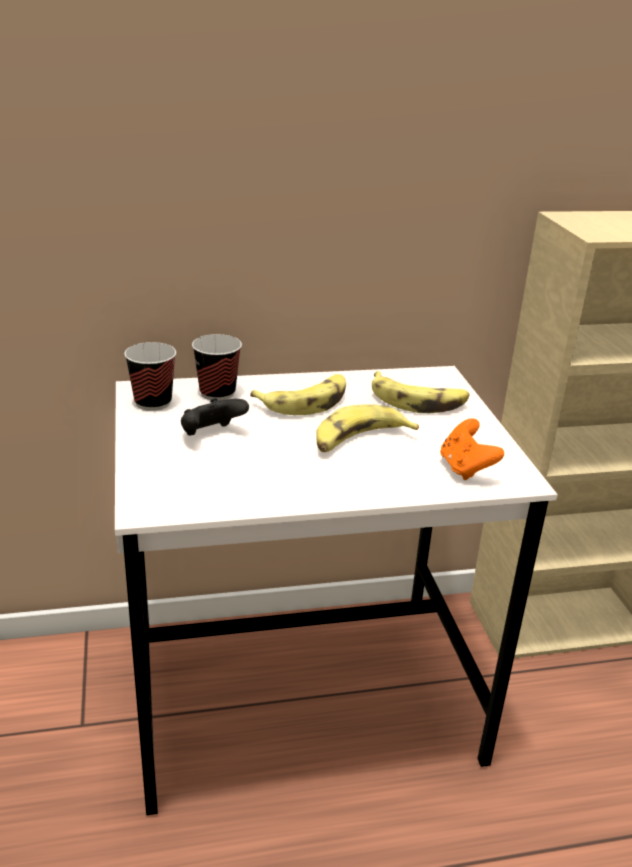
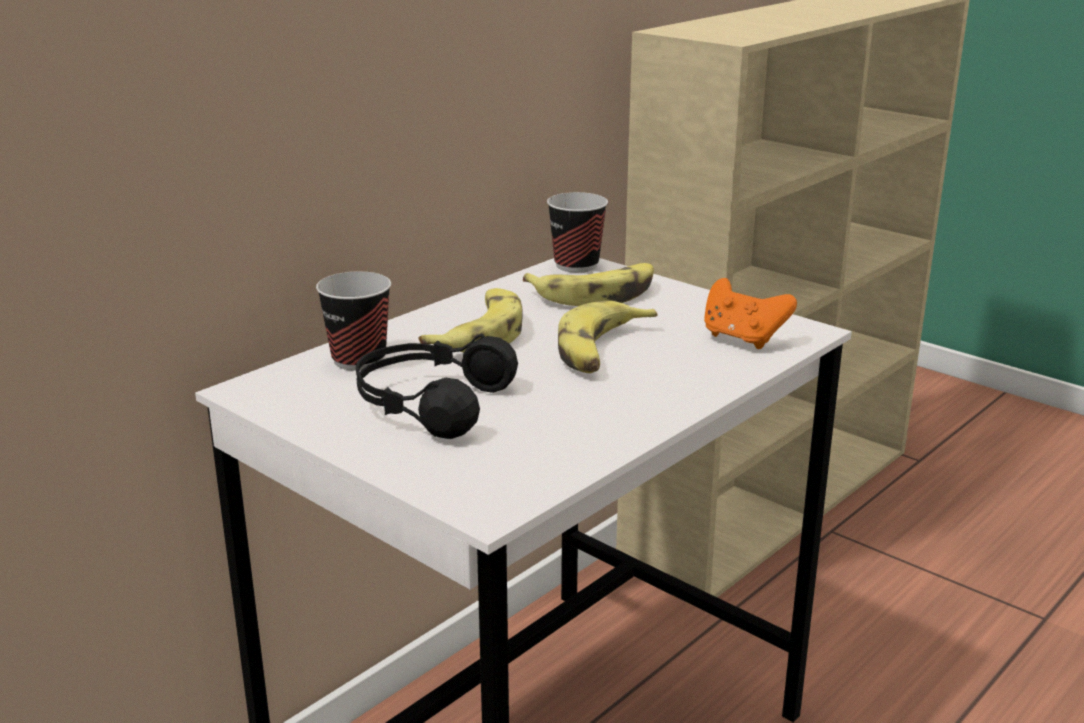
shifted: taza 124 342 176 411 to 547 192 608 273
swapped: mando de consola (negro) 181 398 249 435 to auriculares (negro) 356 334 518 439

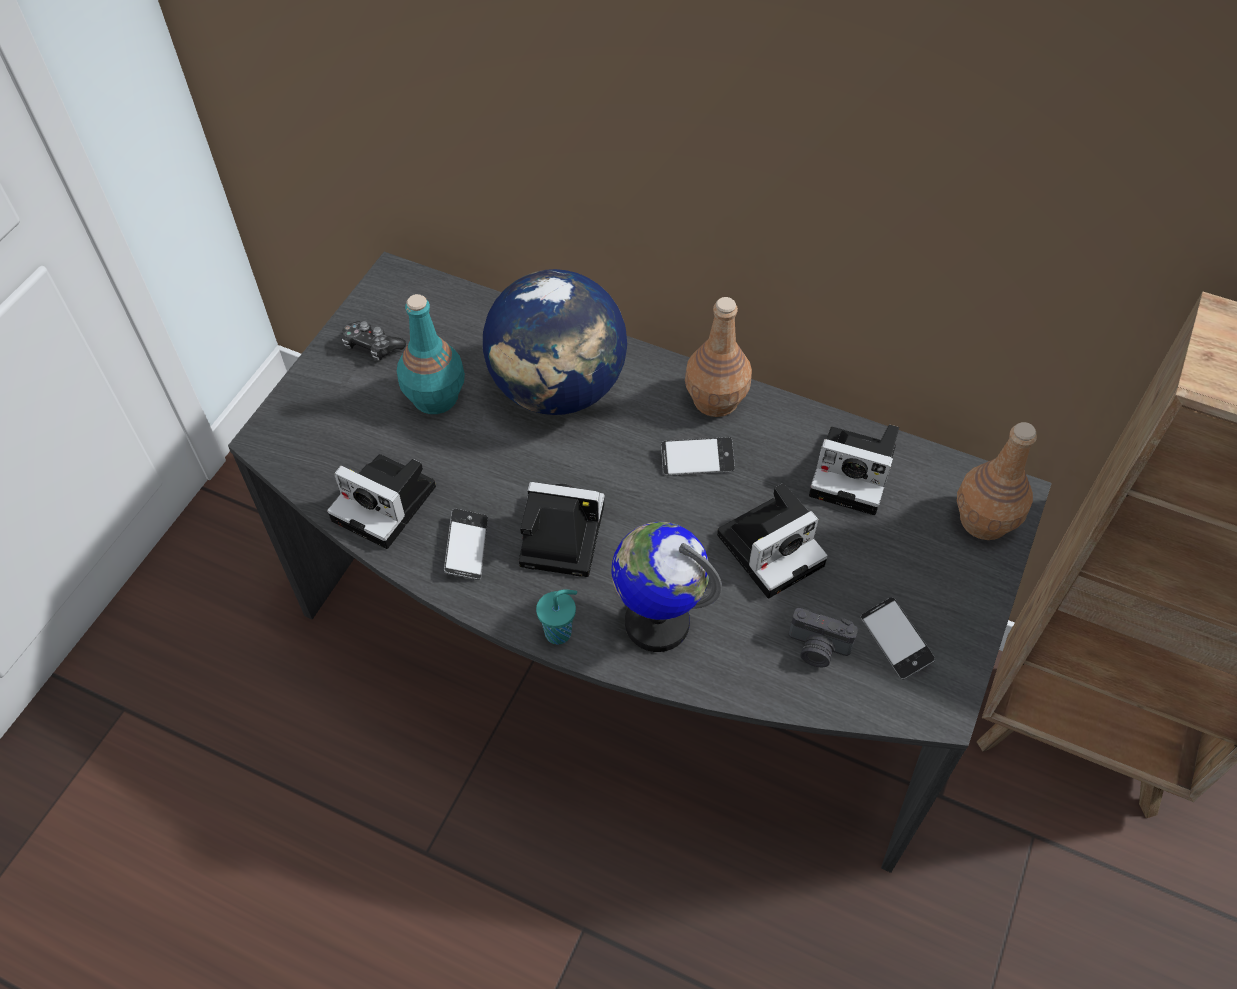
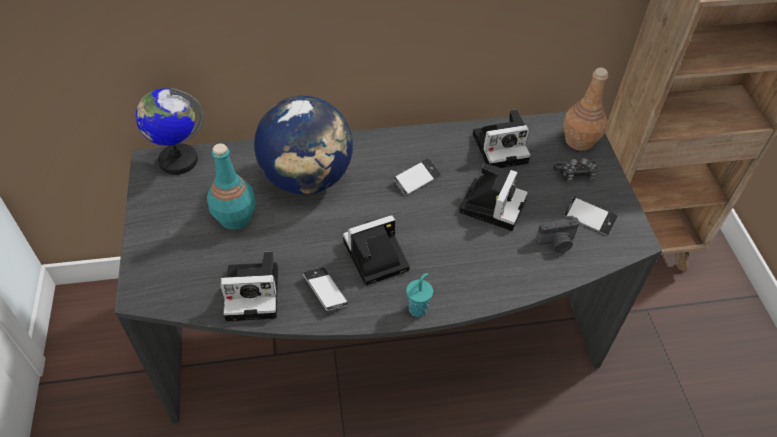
gone: botella (marrón) 685 297 752 417
shifted: globo terráqueo 611 522 722 652 to 136 88 204 175; mando de consola 342 321 406 361 to 554 158 598 181

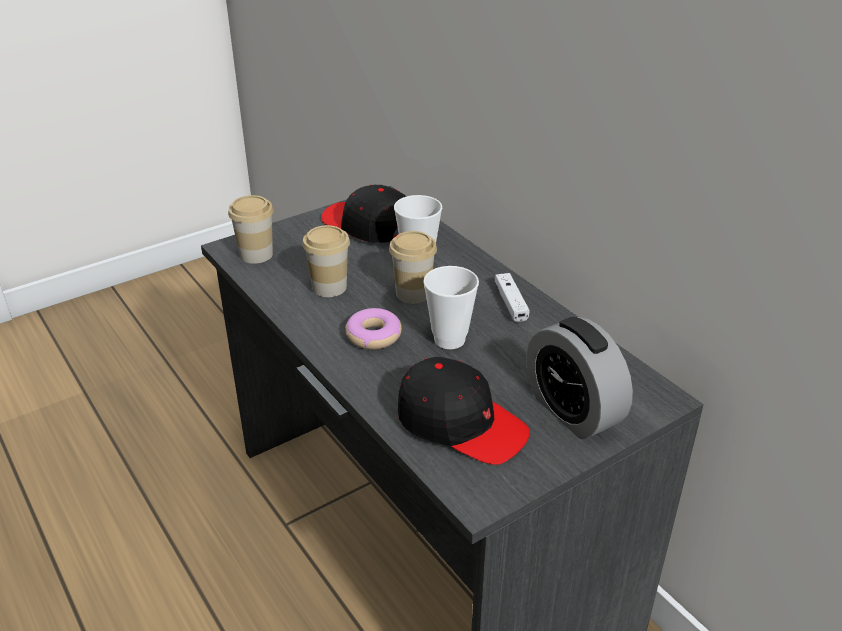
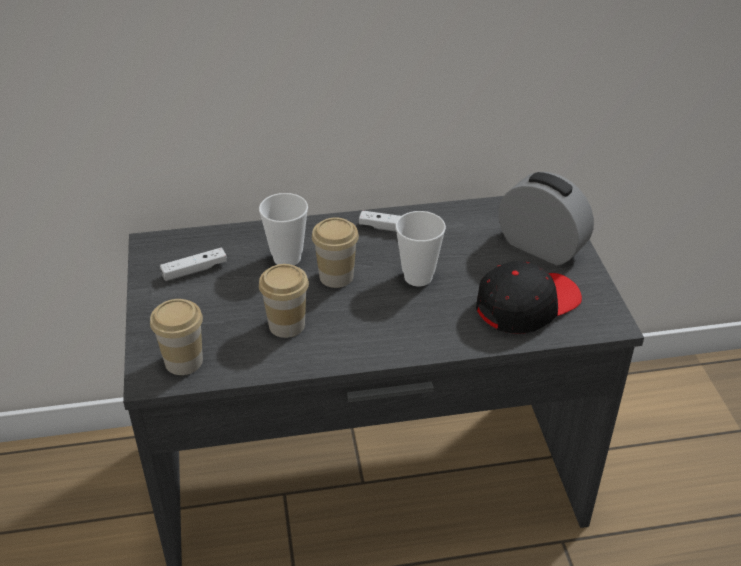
gone: rosquilla 345 308 402 349
swapped: gorra (negro) 321 185 406 243 to mando de consola (blanco) 160 248 227 281
rotated: despertador 526 317 633 439 = 499 172 594 265 135 degrees counterclockwise

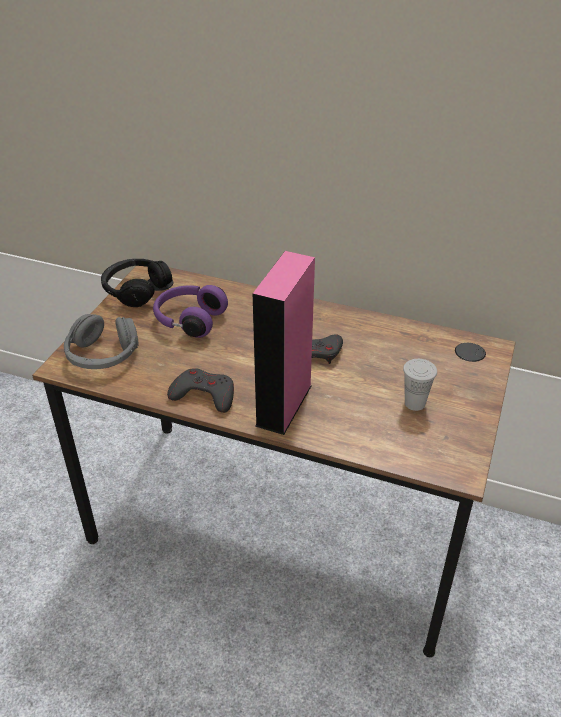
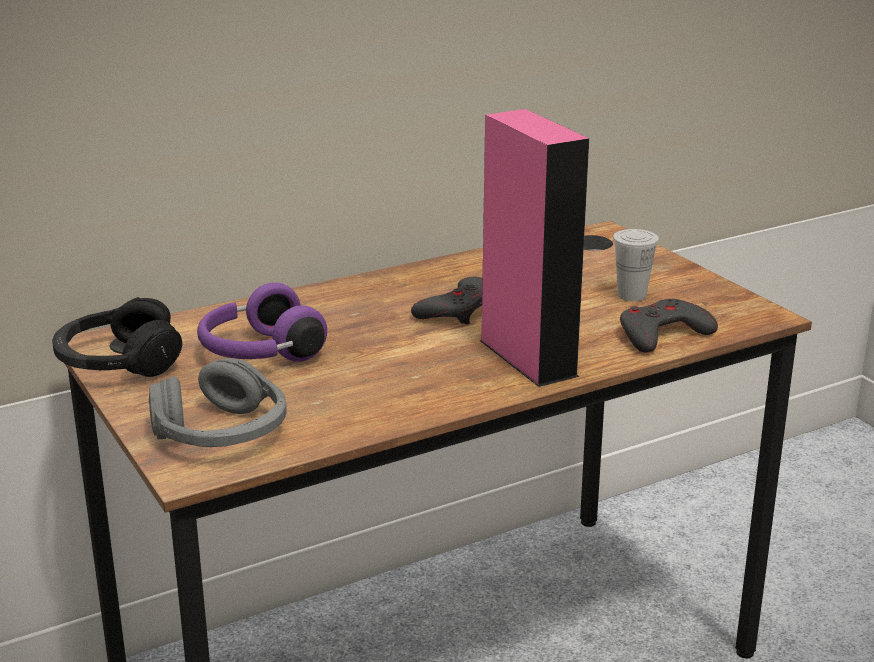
shifted: mando de consola (gris) 167 368 234 413 to 620 299 718 353

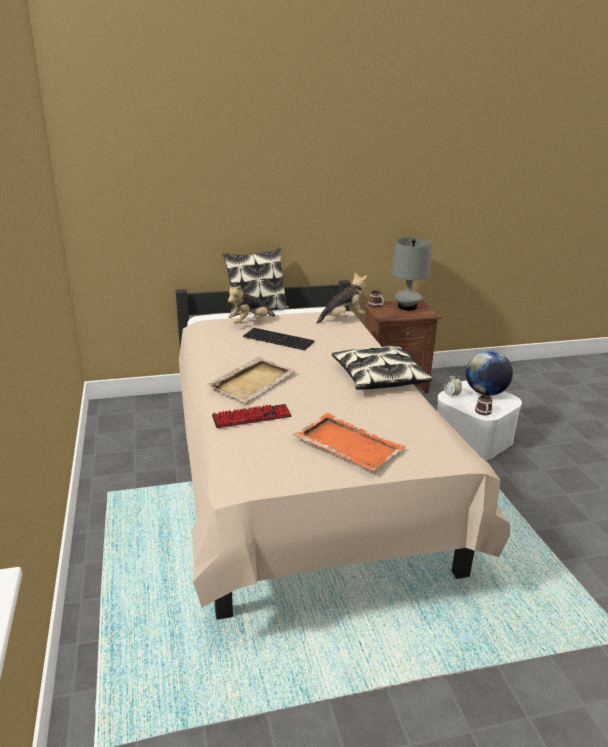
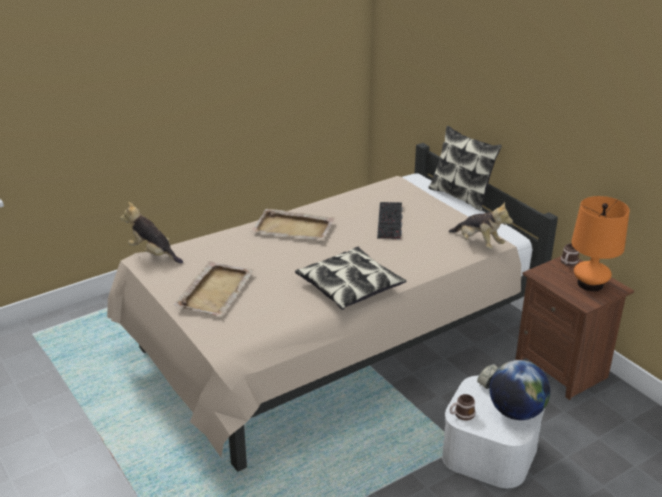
gone: teclado 212 404 291 428
shifted: peluche 227 285 275 324 to 120 202 183 264
repainted: bandeja (naranja) 293 413 406 471 to bandeja (beis) 174 261 254 317; lámpara de mesa (gris) 391 238 432 311 to lámpara de mesa (naranja) 571 196 630 291

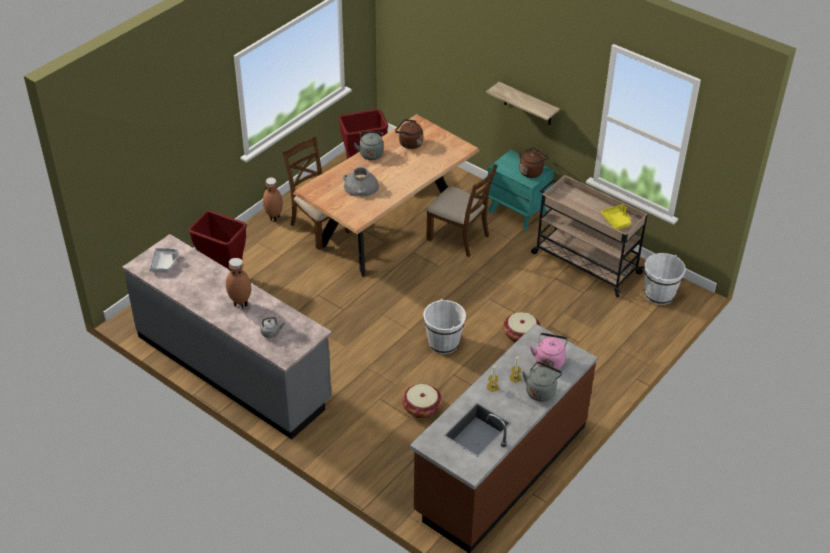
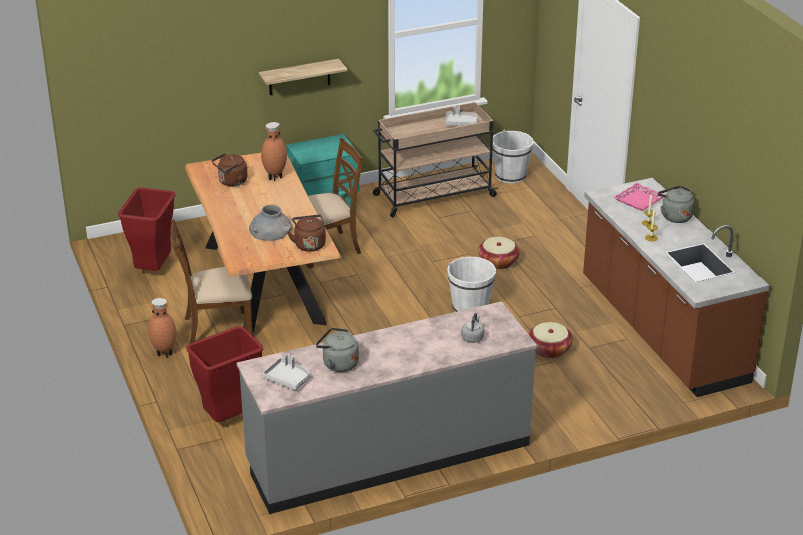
shifted: florero (marrón) 226 258 251 309 to 261 122 287 181; hervidor (marrón) 519 147 549 178 to 288 215 326 252; hervidor (gris) 354 131 384 160 to 316 328 359 372
swapped: hervidor (rosa) 530 333 568 371 to bandeja (rosa) 614 183 665 211
repainted: bandeja (amarillo) 601 204 631 230 to bandeja (gris) 445 106 477 126

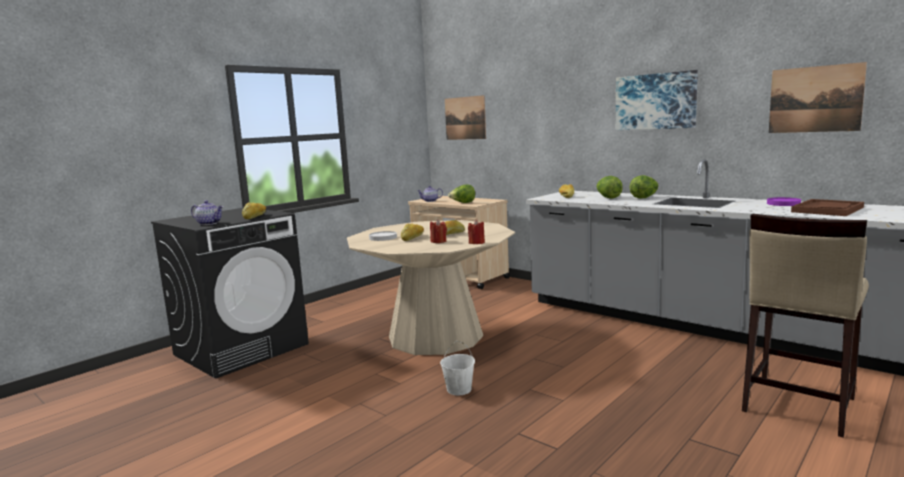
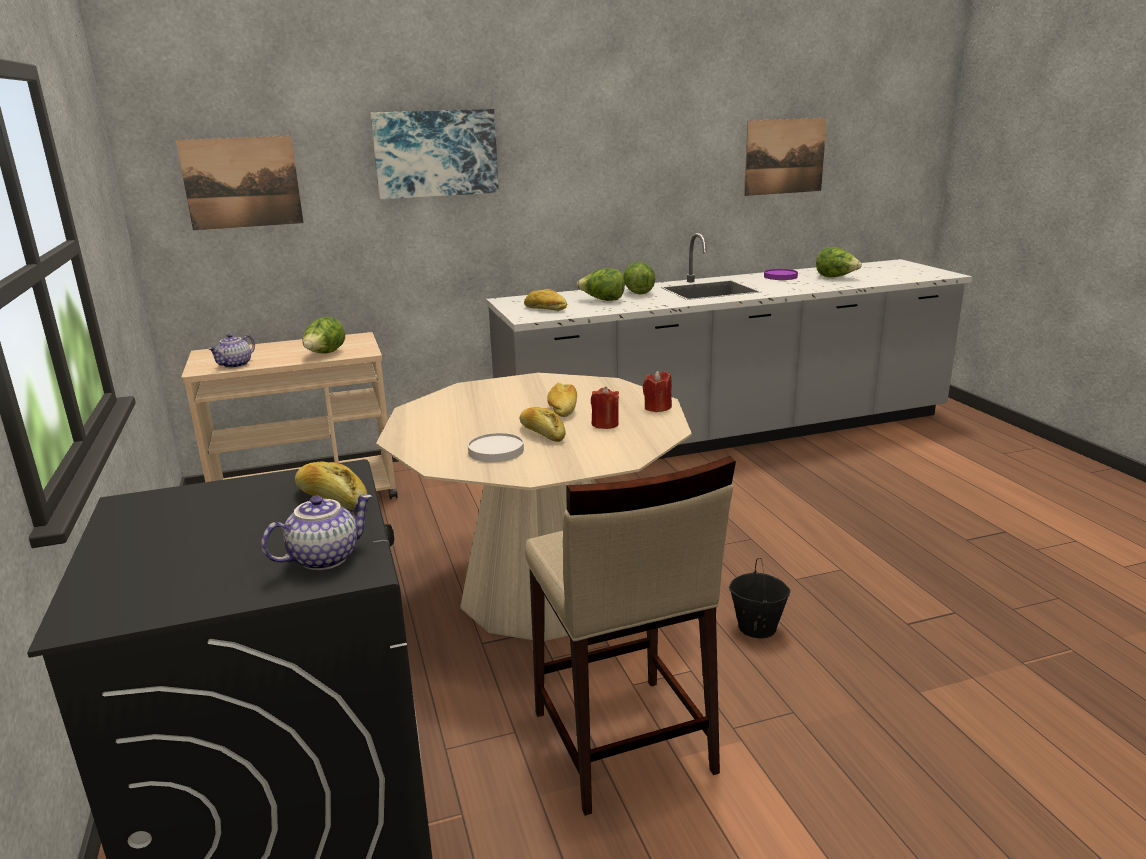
shifted: cuadro 616 70 698 130 to 370 109 499 199; taburete (beis) 742 213 869 438 to 525 456 736 816
swapped: bandeja (marrón) 791 199 864 216 to lechuga 816 247 862 278
repainted: cubo (blanco) 440 341 475 396 to cubo (negro) 729 558 790 638

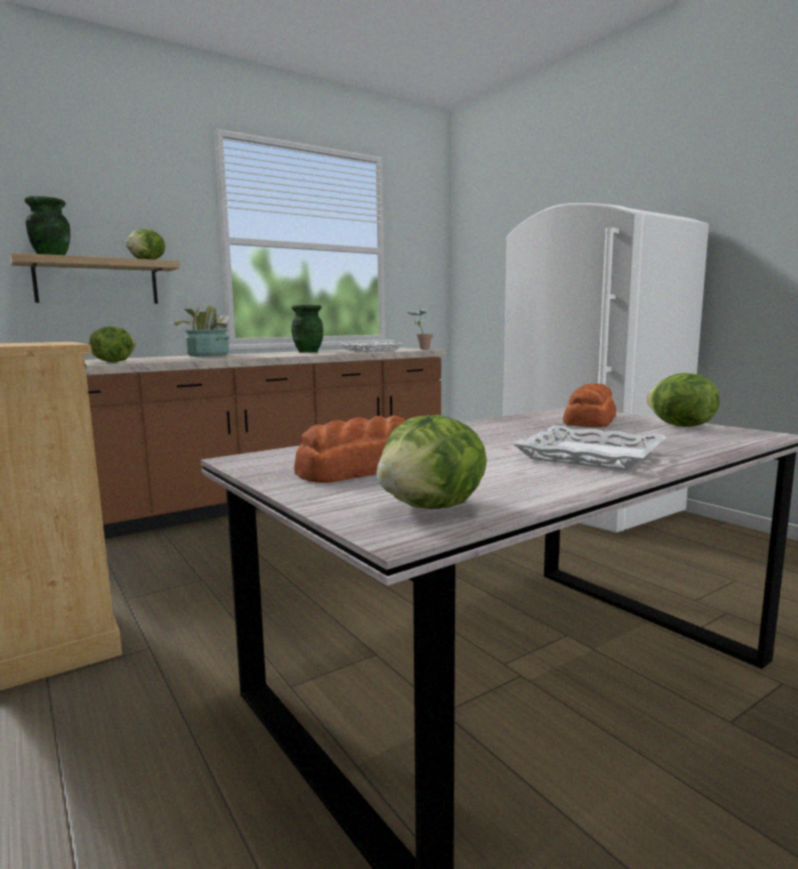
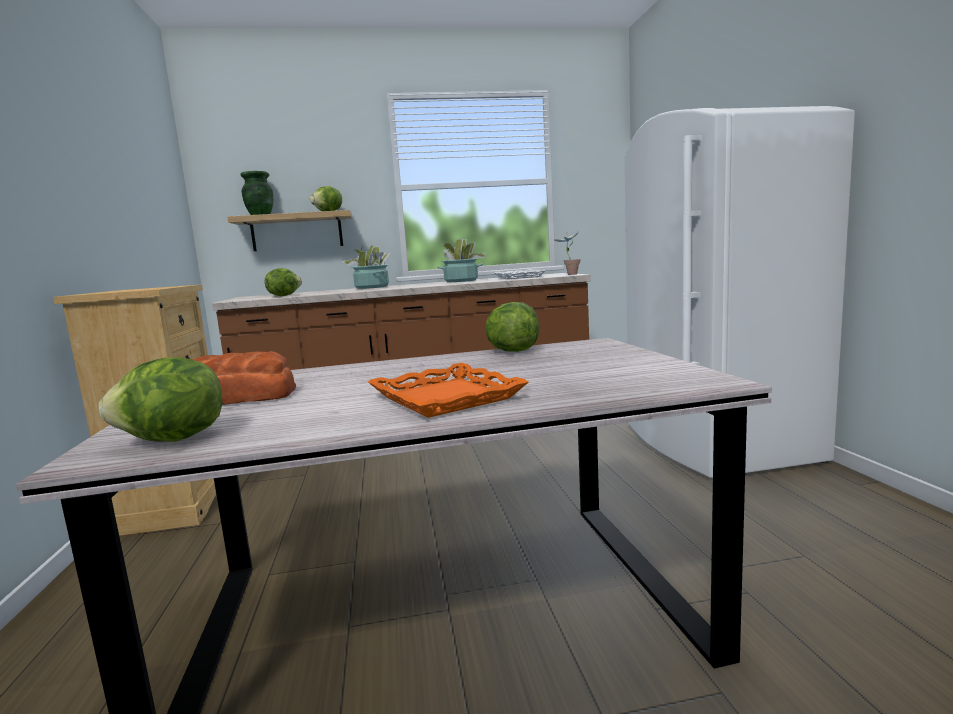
gone: pan 563 383 616 427
shifted: lechuga 646 373 720 427 to 485 302 539 352
swapped: florero (verde) 291 305 324 353 to planta en maceta 437 239 486 282
repainted: bandeja (blanco) 513 425 666 471 to bandeja (naranja) 368 363 529 418

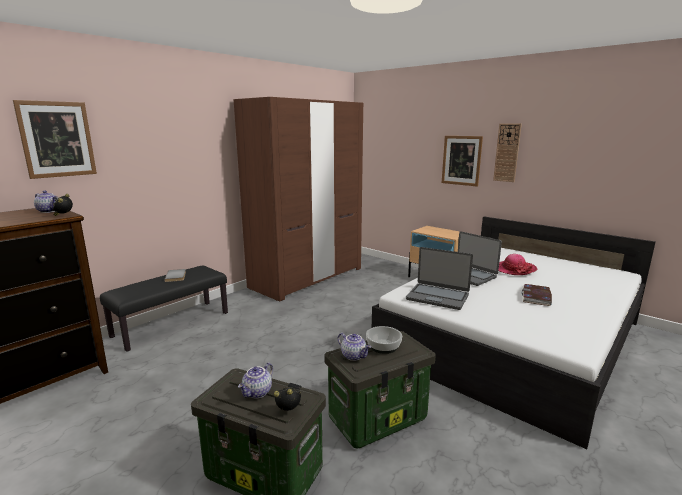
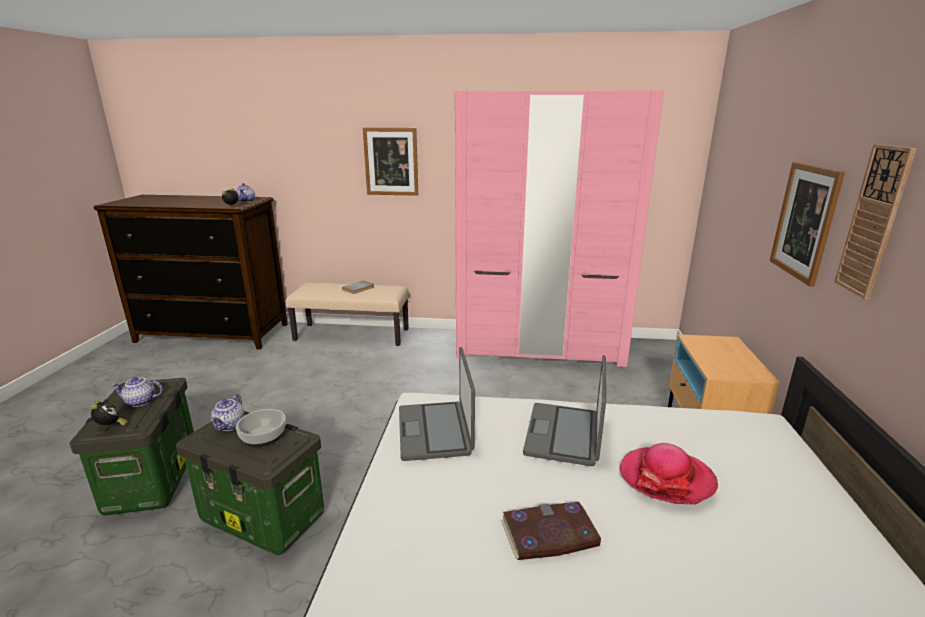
shifted: cuadro 13 100 97 179 to 363 128 418 196
repainted: banco (negro) 100 265 228 352 to banco (beis) 286 283 409 346; armario ropero (marrón) 233 97 363 301 to armario ropero (rosa) 455 91 664 367

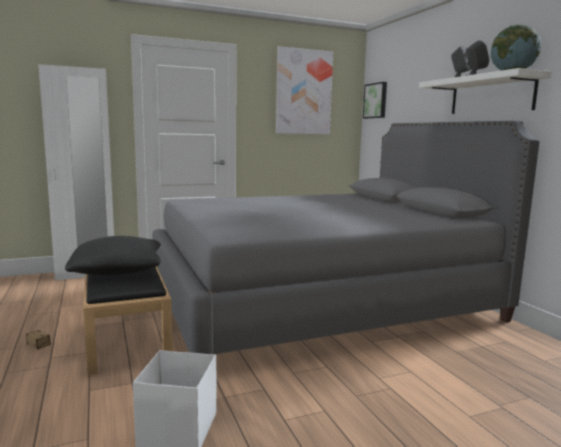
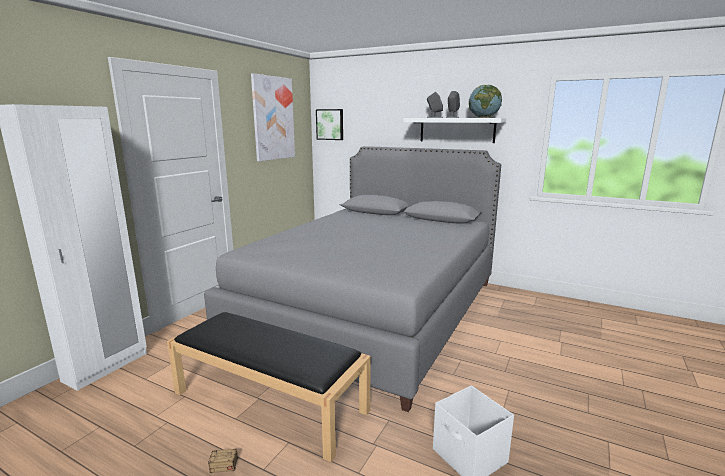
gone: cojín (negro) 65 236 161 275

